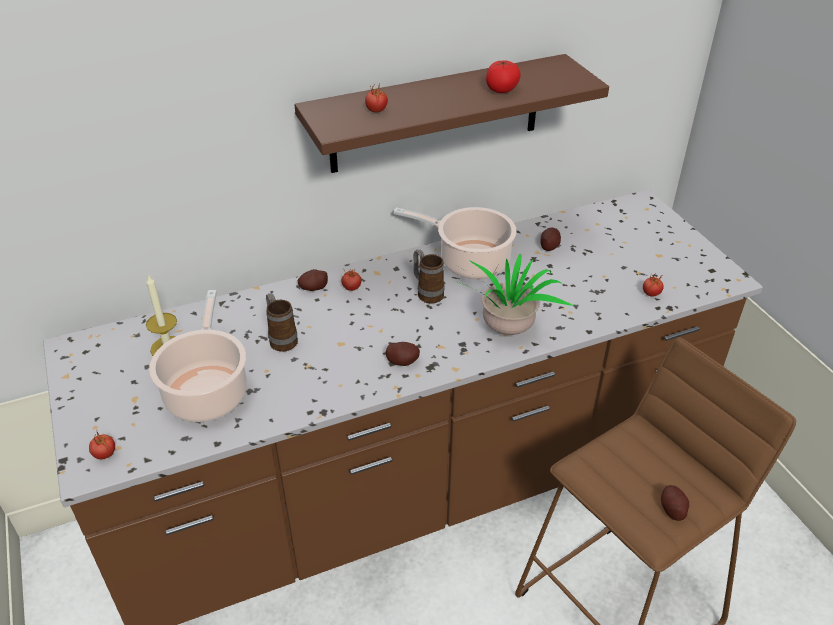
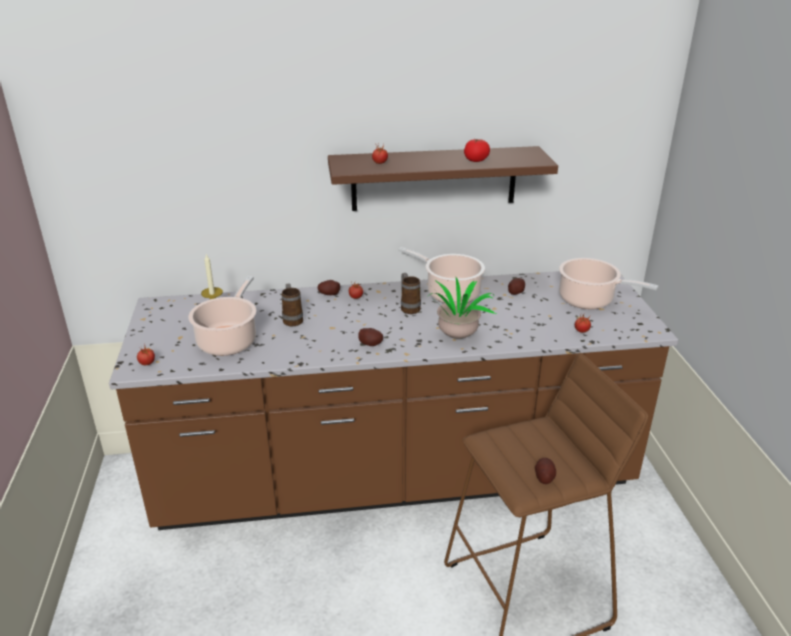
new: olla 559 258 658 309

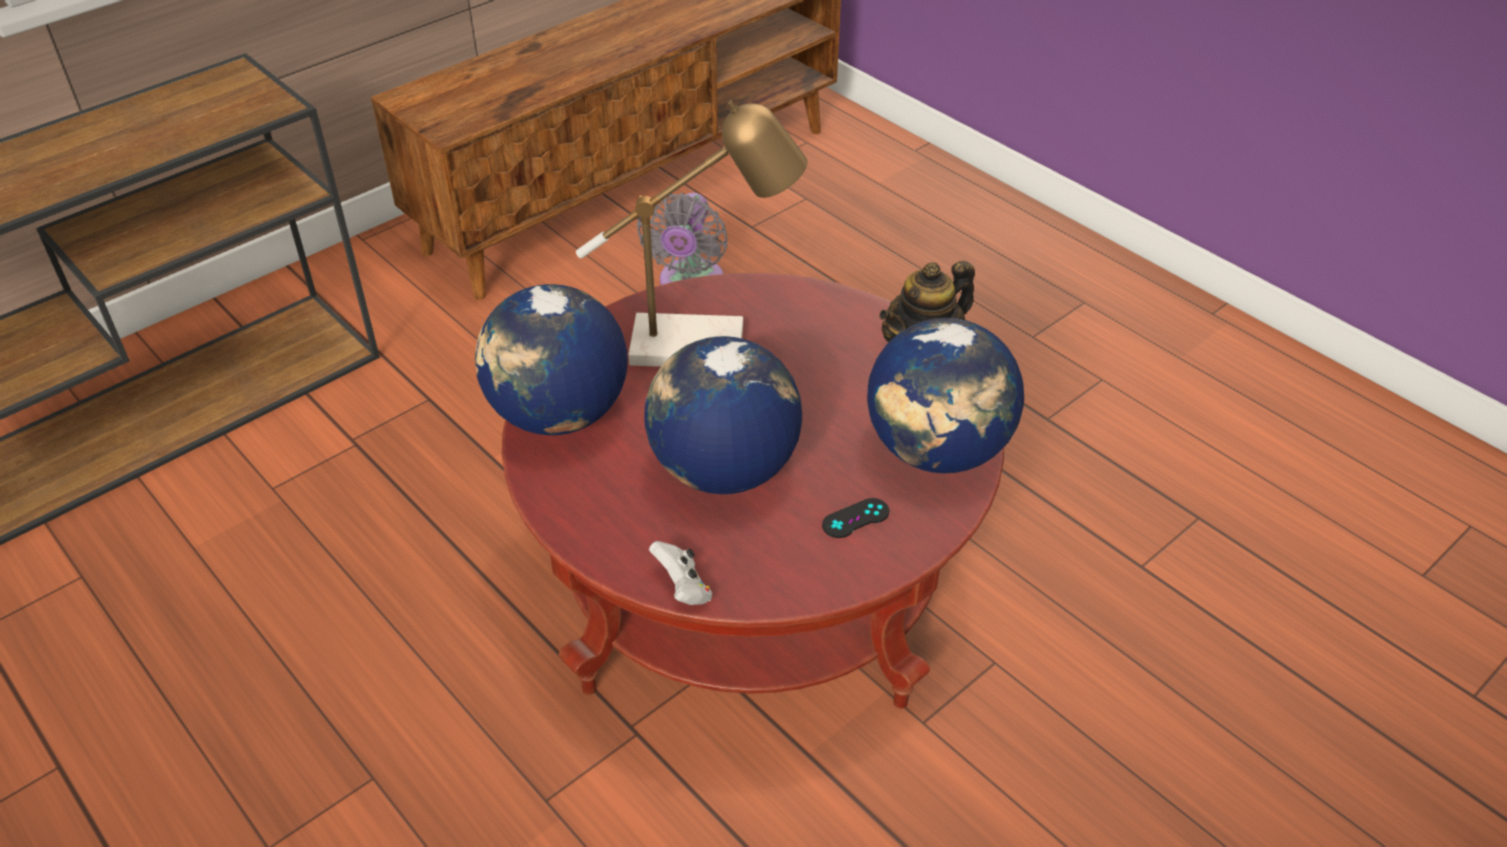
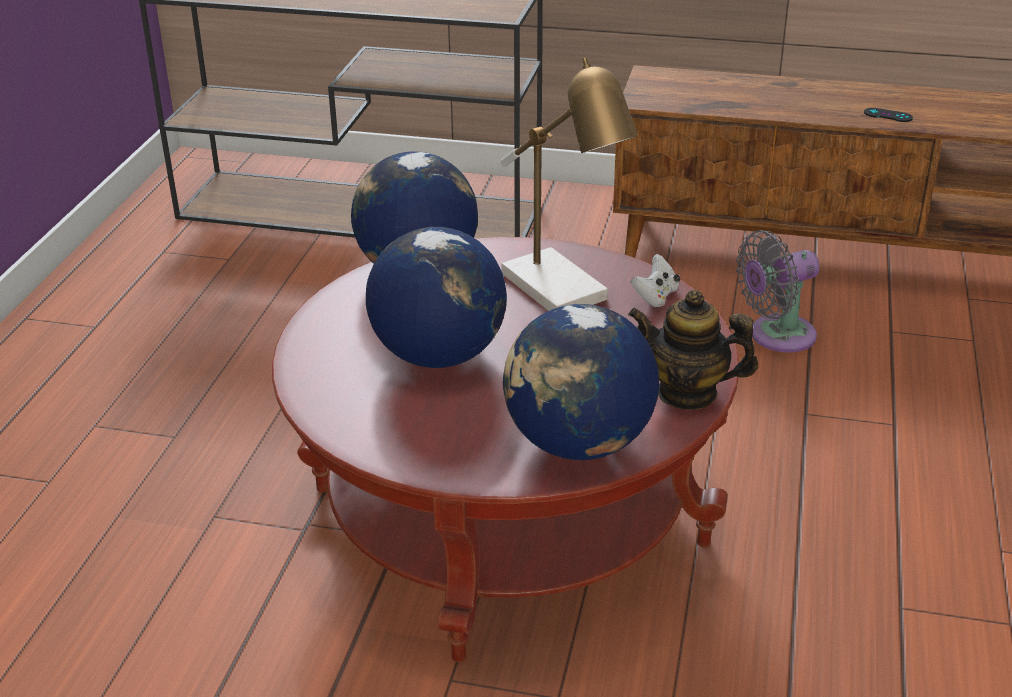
shifted: mando de consola (blanco) 649 541 712 605 to 631 254 680 307; mando de consola (negro) 822 498 889 538 to 864 108 913 122

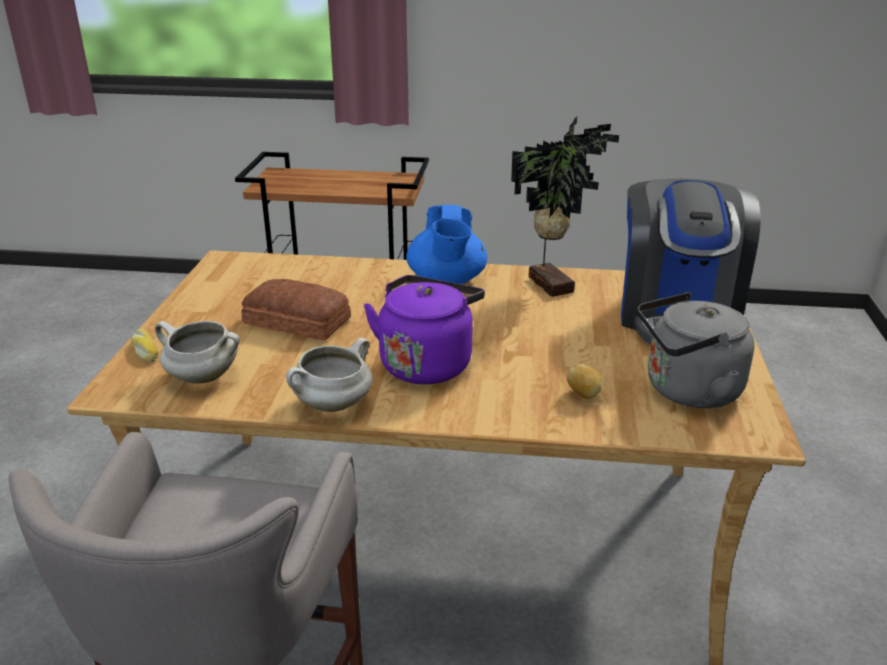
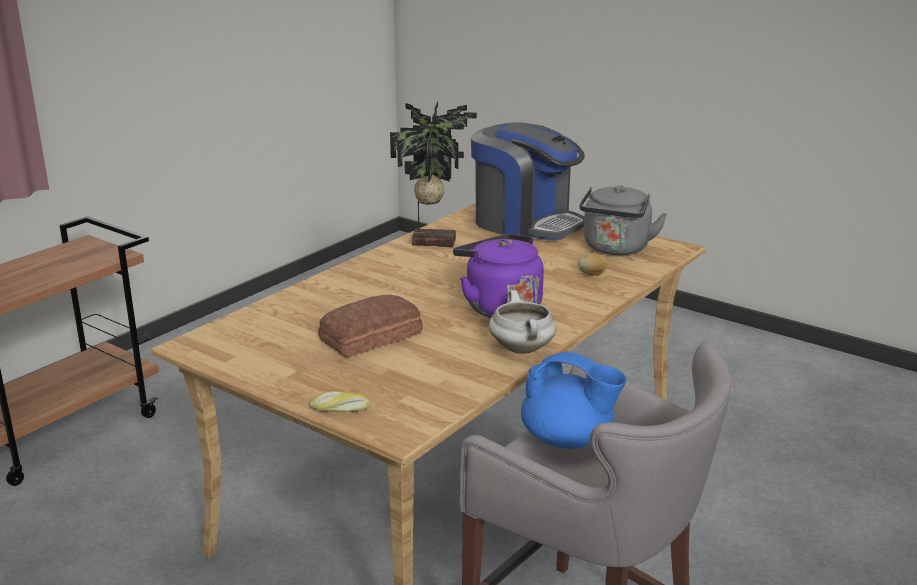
gone: olla (blanco) 155 321 240 384
shifted: tetera (azul) 406 205 487 284 to 521 352 627 449

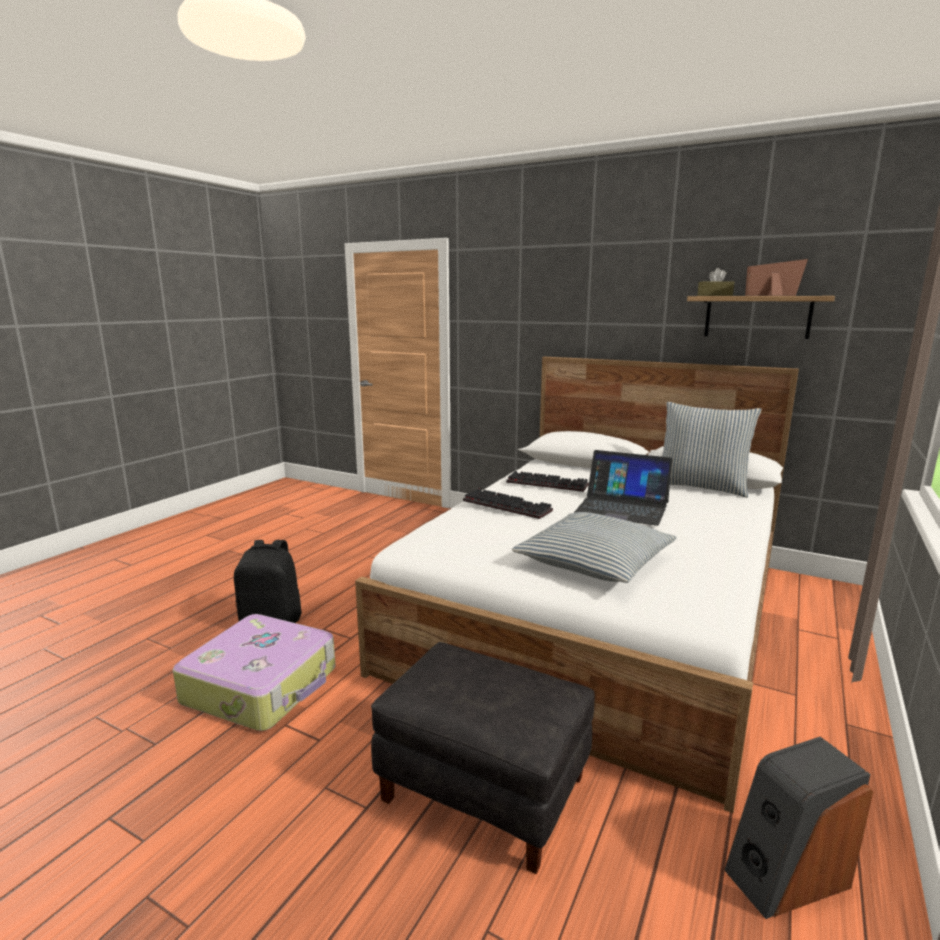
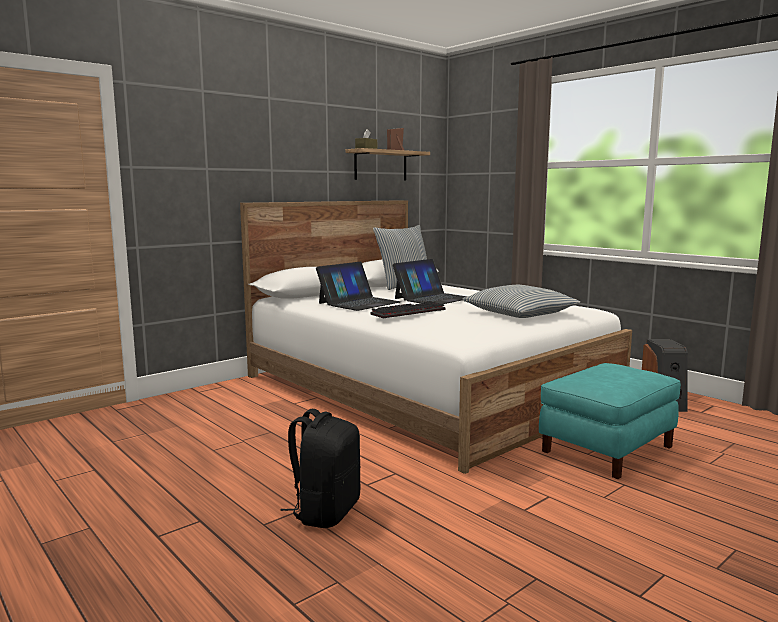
gone: maleta 173 614 336 731
swapped: teclado 506 471 589 492 to portátil 316 262 401 311
repainted: puf (negro) 371 642 595 874 to puf (turquesa) 539 363 681 479

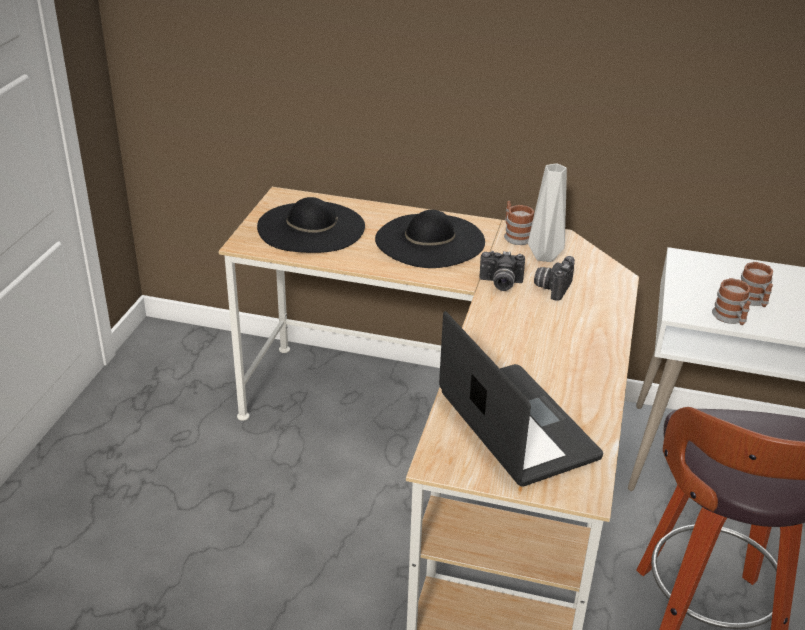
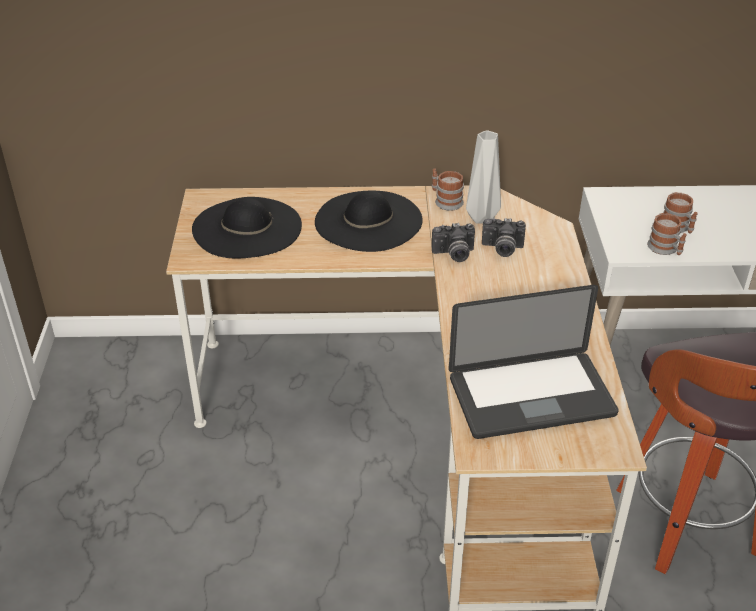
rotated: portátil 439 311 603 487 = 449 285 619 439 120 degrees clockwise; cámara 534 256 575 301 = 482 218 526 257 90 degrees counterclockwise

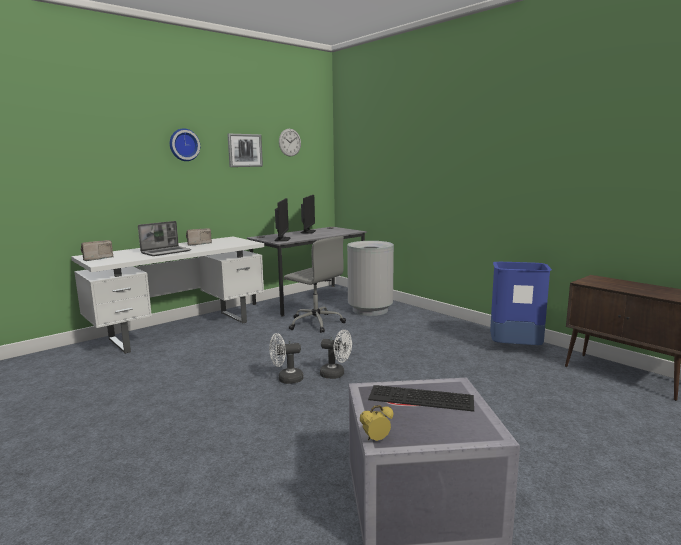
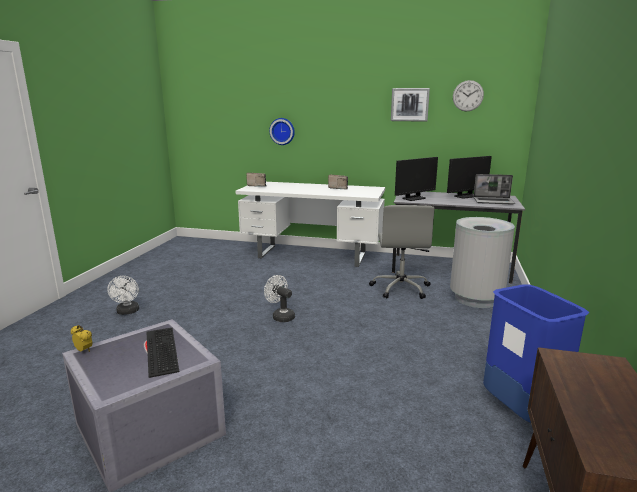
shifted: ventilador (blanco) 320 330 352 379 to 107 276 139 315; reloj de pared 170 128 200 161 to 269 118 295 145; portátil 138 221 191 256 to 474 174 515 204

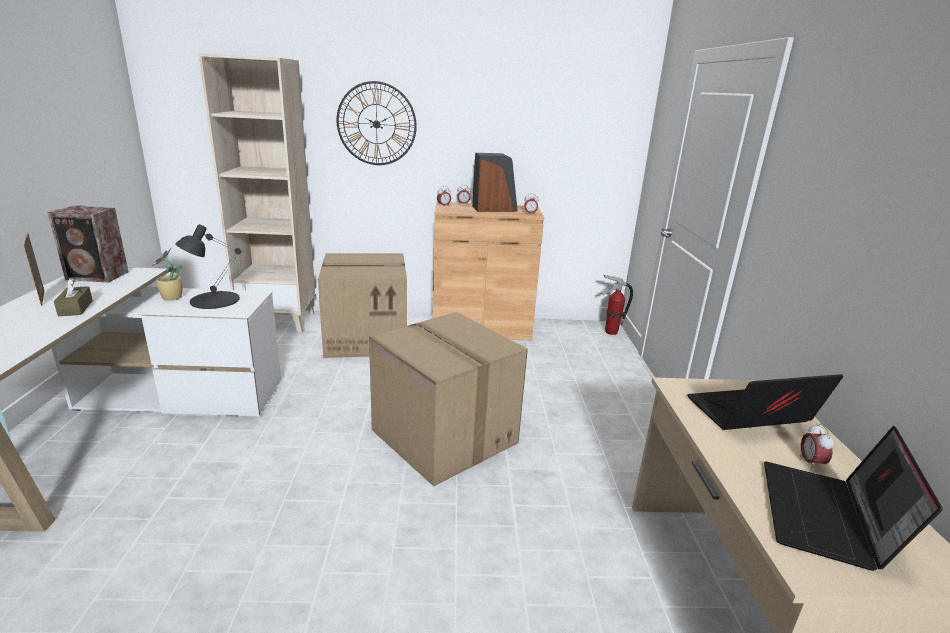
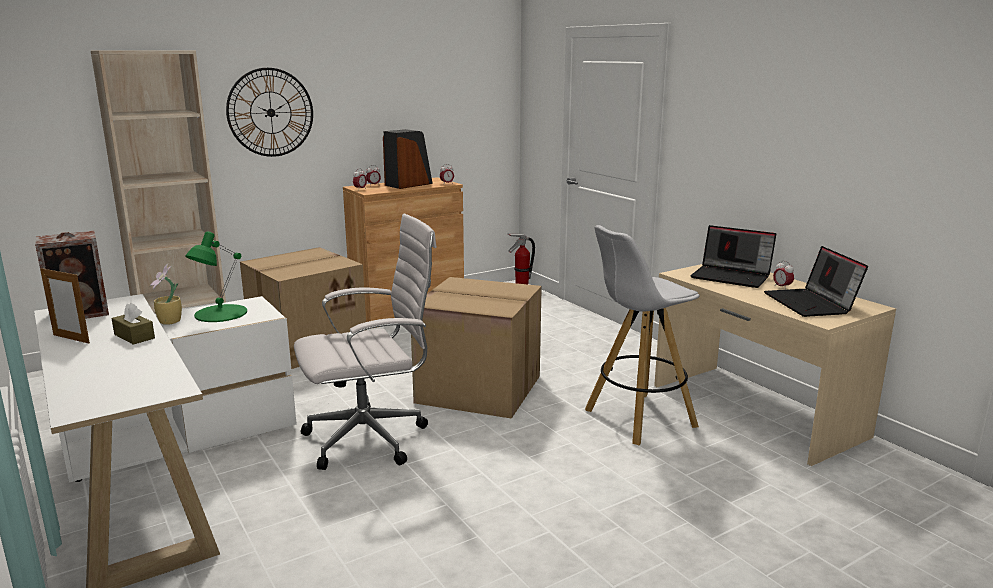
new: silla de oficina (blanco) 294 214 437 470; taburete (blanco) 585 225 700 445
repainted: lámpara de mesa (negro) 175 224 242 309 to lámpara de mesa (verde) 185 231 247 322
rotated: portátil 687 374 843 430 = 690 225 776 288 105 degrees counterclockwise

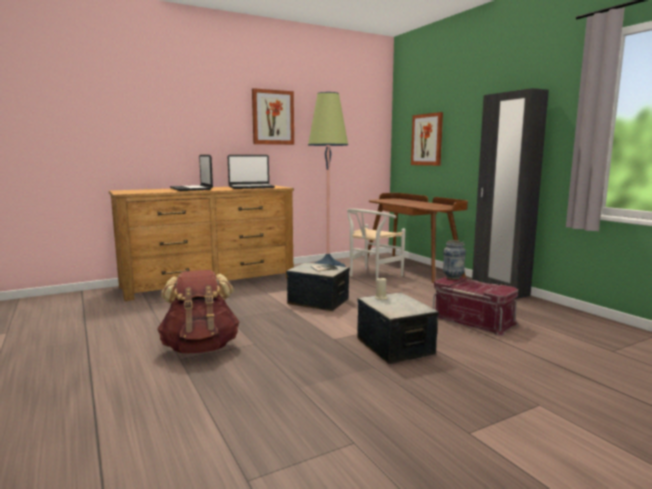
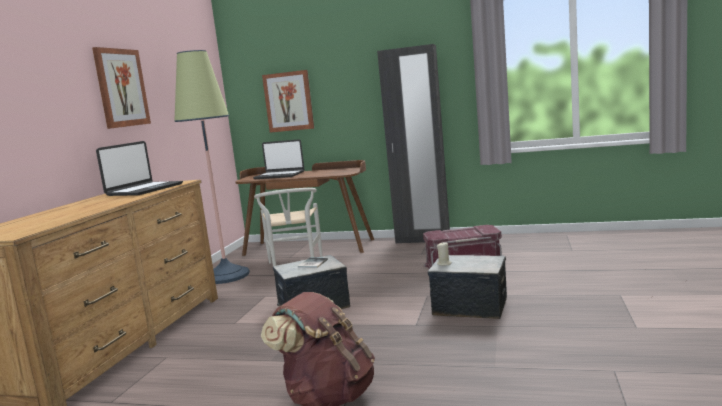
gone: florero 443 240 466 280
shifted: portátil 170 155 213 191 to 253 139 304 179

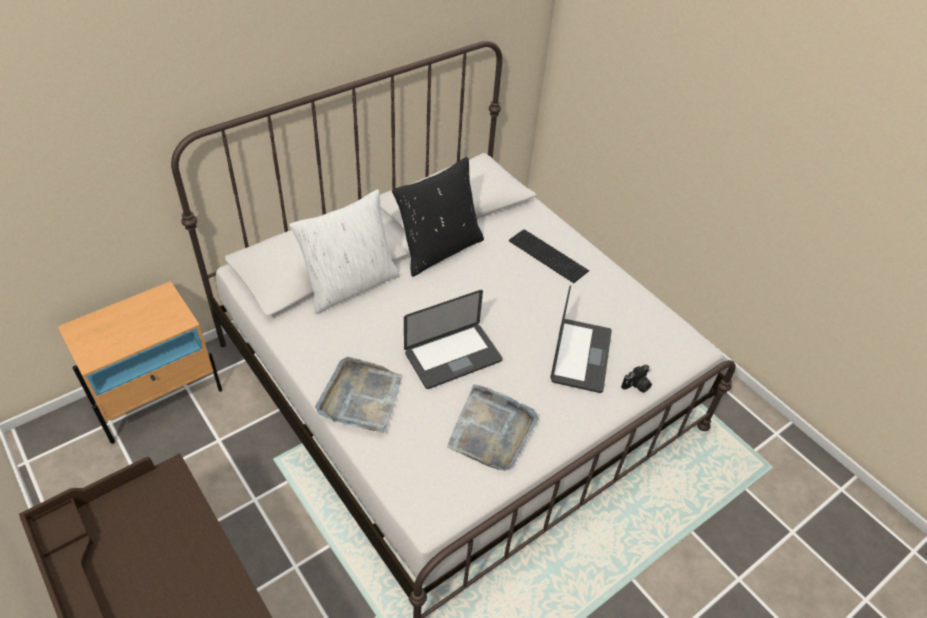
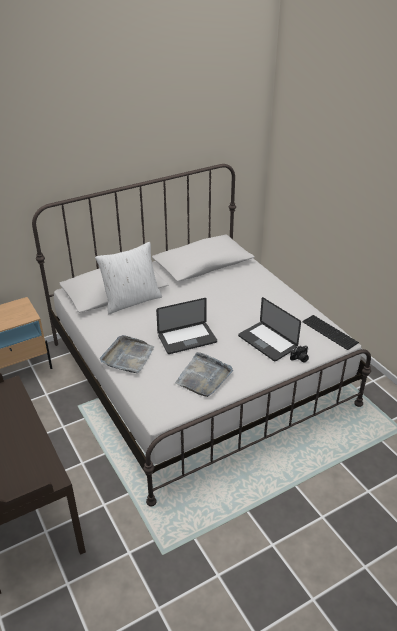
gone: cojín (negro) 392 156 484 277
shifted: teclado 509 229 589 283 to 303 315 359 350
rotated: portátil 551 285 612 393 = 238 297 301 362 120 degrees clockwise

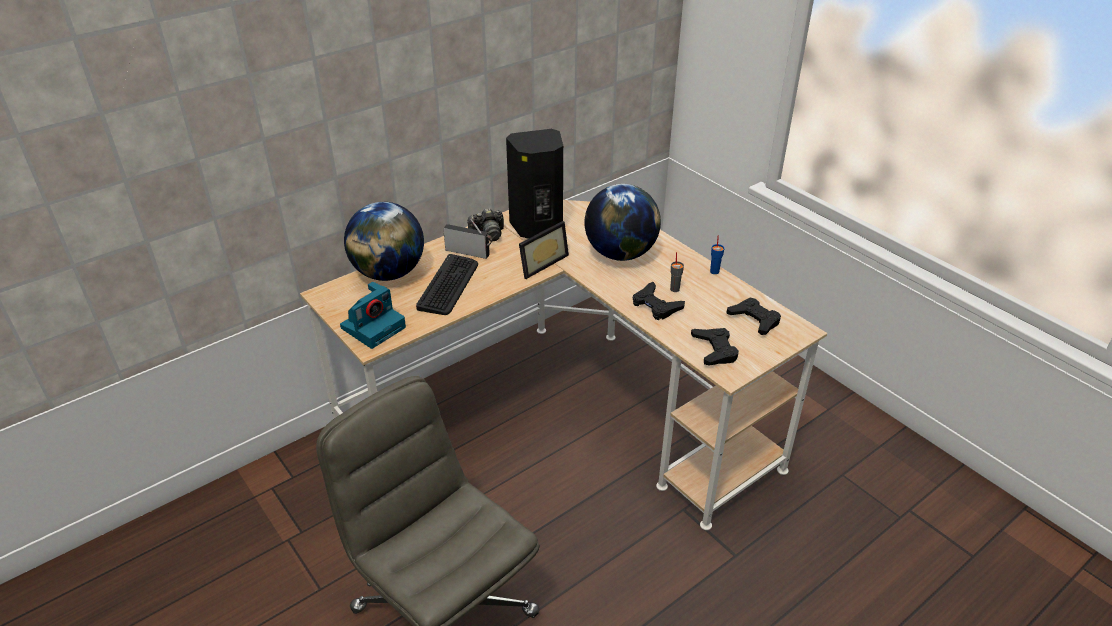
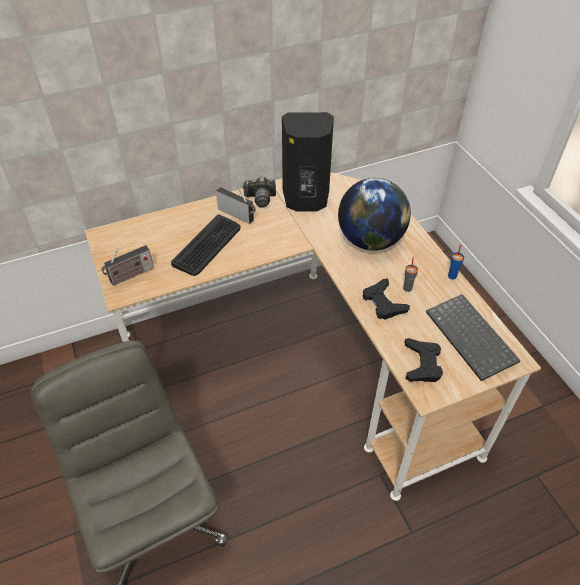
gone: globo terráqueo 344 202 424 281; portarretratos 519 221 569 279
swapped: cámara 340 282 406 349 to radio 101 245 154 286; mando de consola (negro) 726 298 781 335 to teclado 426 294 520 381

